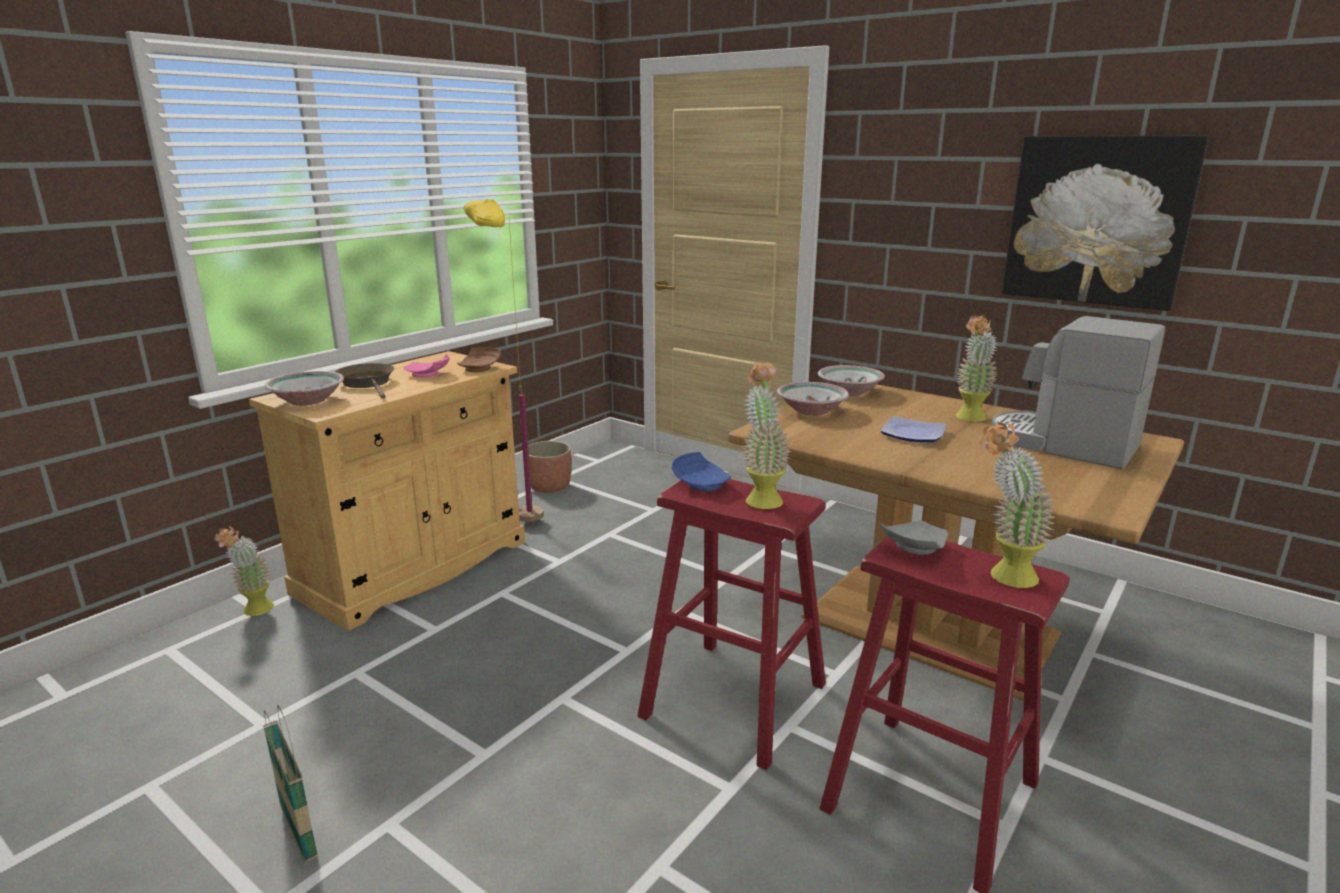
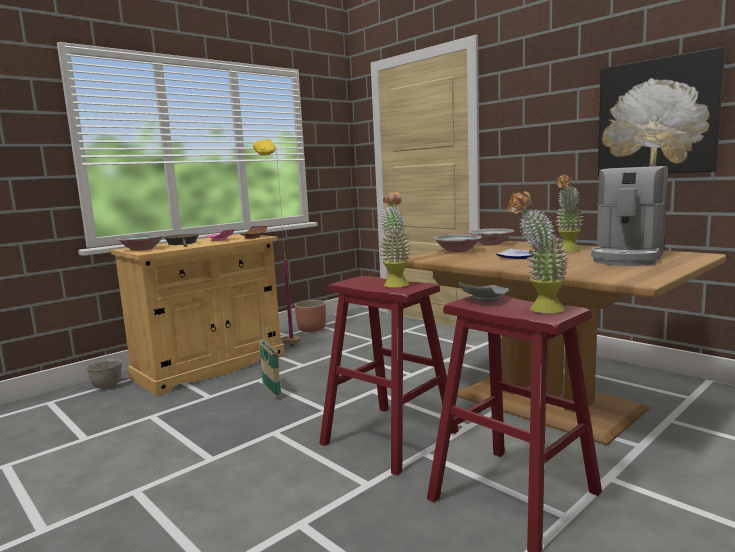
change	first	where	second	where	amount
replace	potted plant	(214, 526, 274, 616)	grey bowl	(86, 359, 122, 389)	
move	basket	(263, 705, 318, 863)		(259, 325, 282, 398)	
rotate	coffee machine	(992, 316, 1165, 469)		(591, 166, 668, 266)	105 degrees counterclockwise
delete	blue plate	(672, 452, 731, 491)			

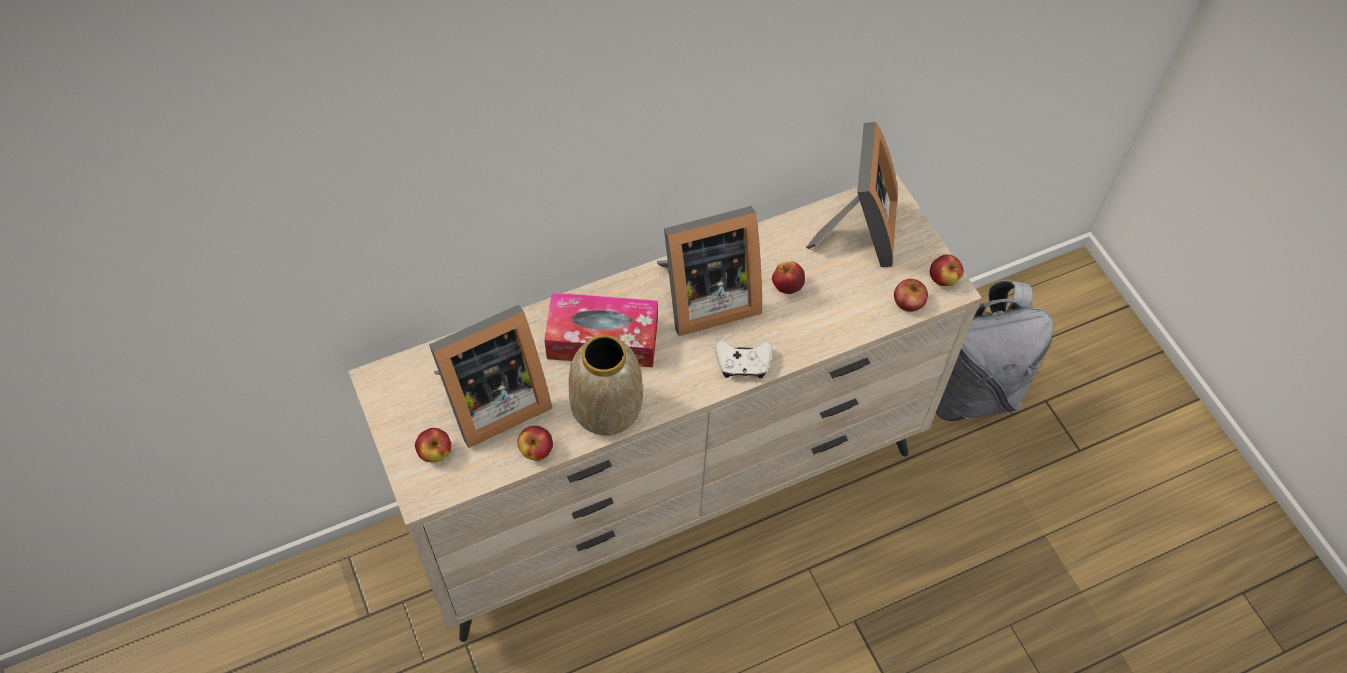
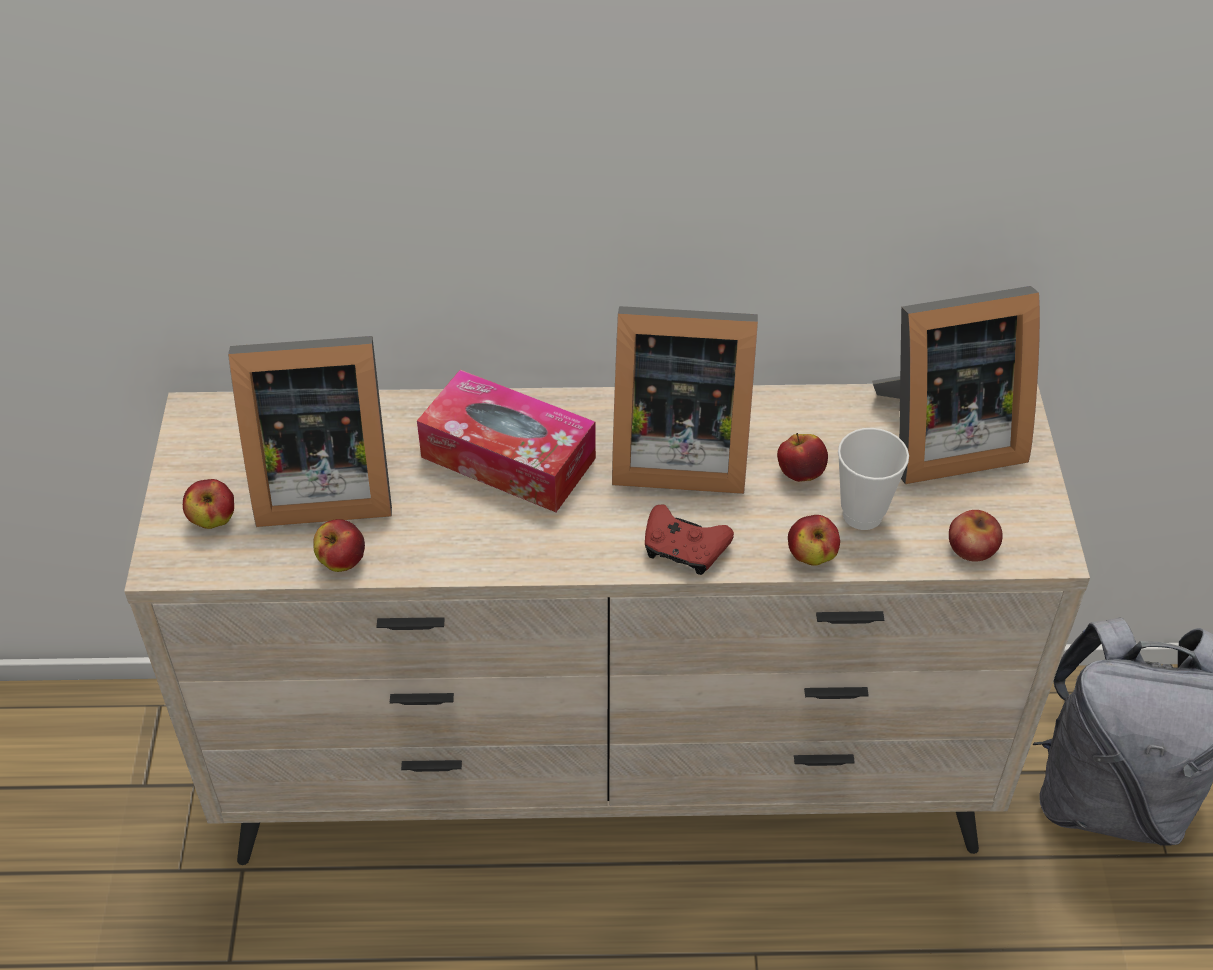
change	first	where	second	where	amount
recolor	white game controller	(715, 340, 773, 378)	red game controller	(645, 505, 734, 575)	
move	apple	(930, 254, 964, 286)		(788, 515, 840, 566)	
insert			cup	(838, 428, 909, 530)	
rotate	picture frame	(806, 122, 898, 267)		(872, 286, 1040, 484)	45 degrees clockwise
delete	vase	(569, 335, 643, 436)			

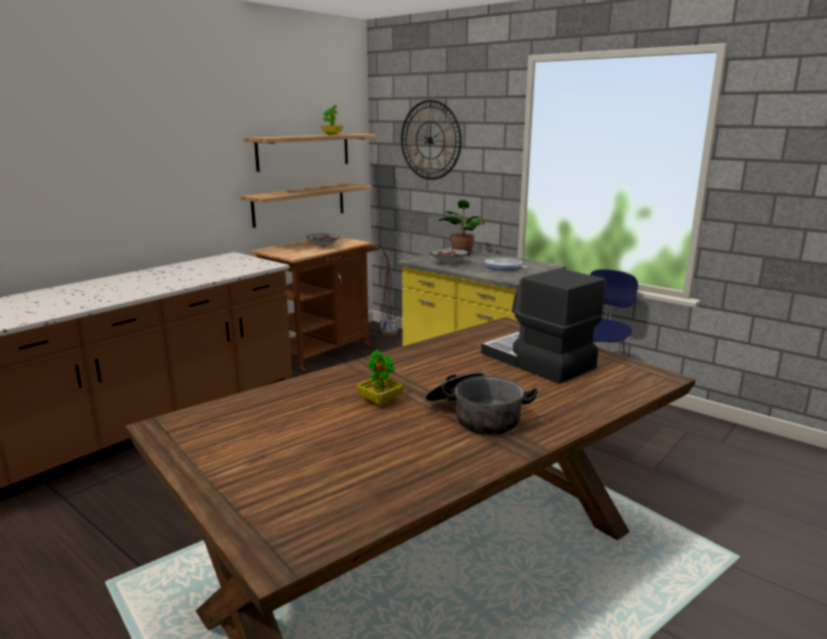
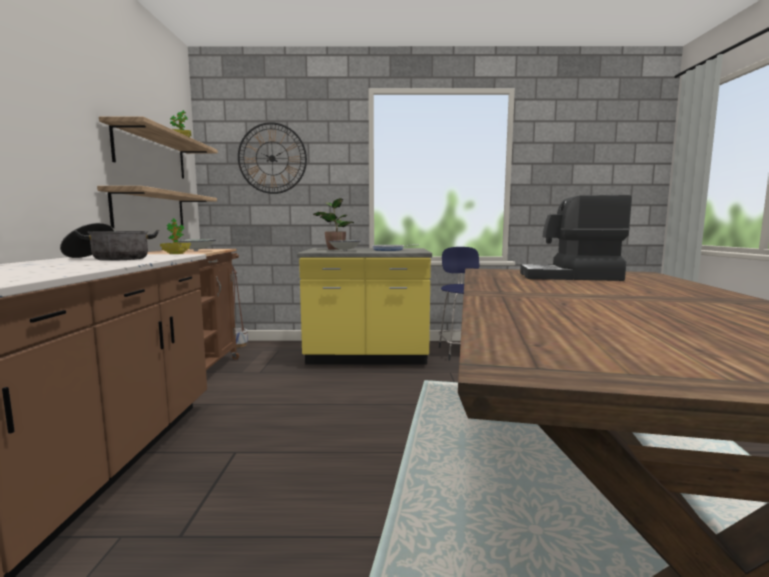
change	first	where	second	where	amount
move	cooking pot	(425, 373, 538, 435)		(60, 223, 159, 261)	
move	potted plant	(357, 350, 403, 406)		(160, 218, 191, 254)	

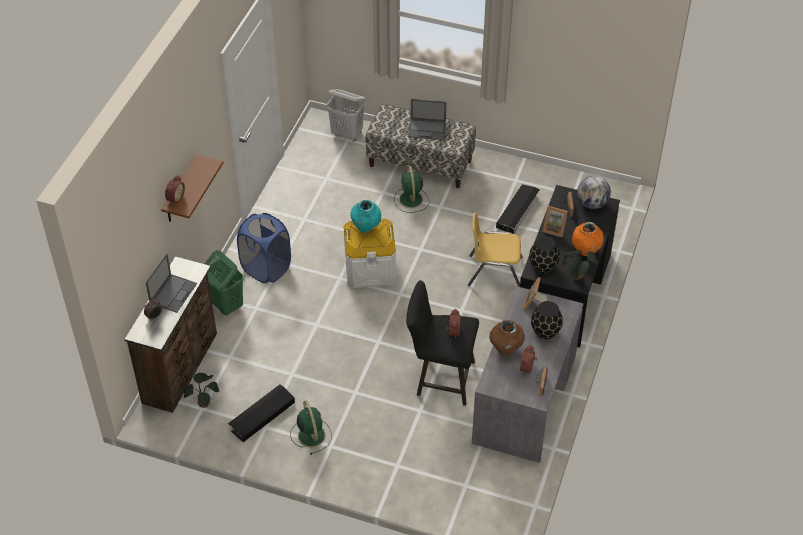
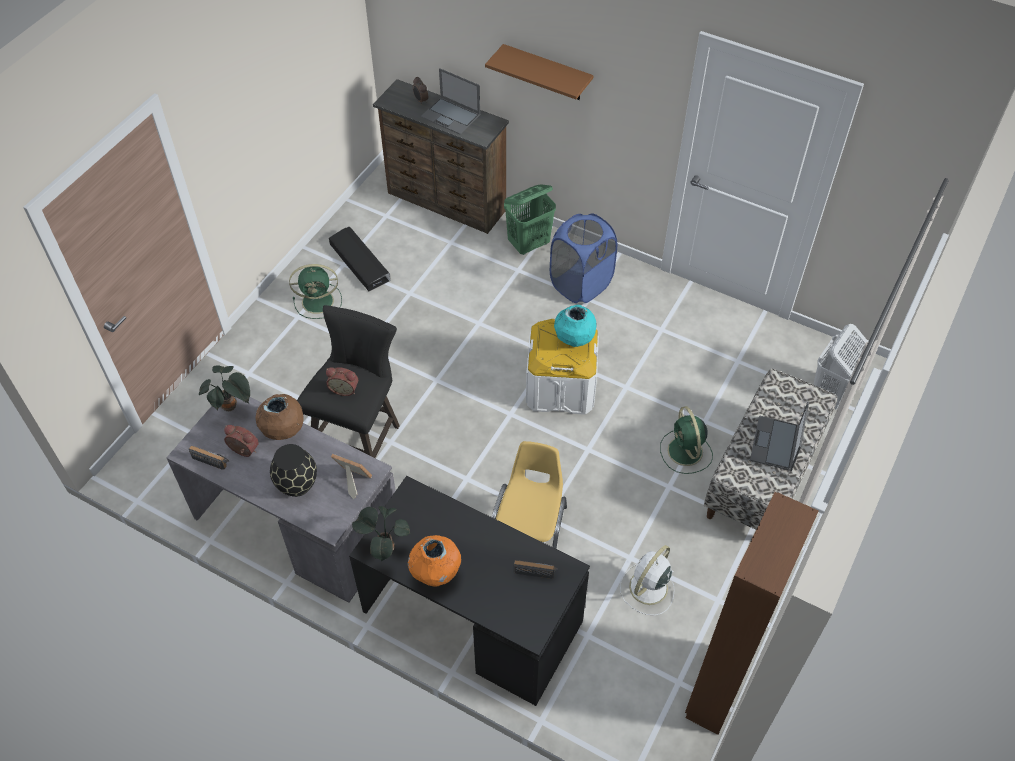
change	first	where	second	where	amount
move	potted plant	(184, 373, 220, 408)		(199, 365, 250, 411)	
replace	black storage box	(496, 184, 539, 234)	white fan	(620, 545, 675, 615)	
rotate	green fan	(394, 166, 429, 213)		(660, 406, 713, 474)	105 degrees counterclockwise
insert			brown wardrobe	(685, 492, 819, 735)	
delete	alarm clock	(165, 175, 185, 205)			
delete	black vase	(529, 236, 560, 274)			
delete	picture frame	(543, 206, 568, 237)			
delete	globe	(577, 176, 611, 209)			

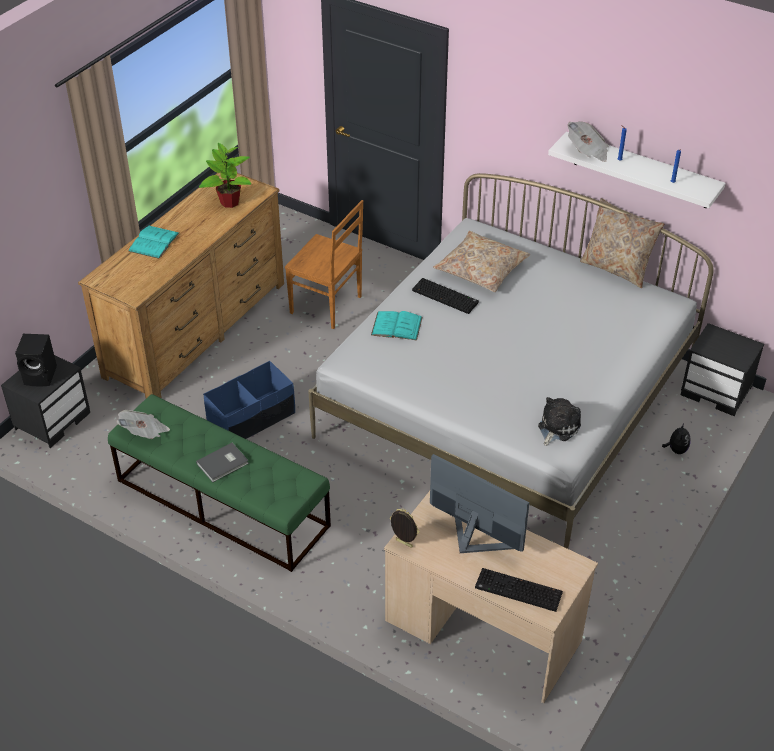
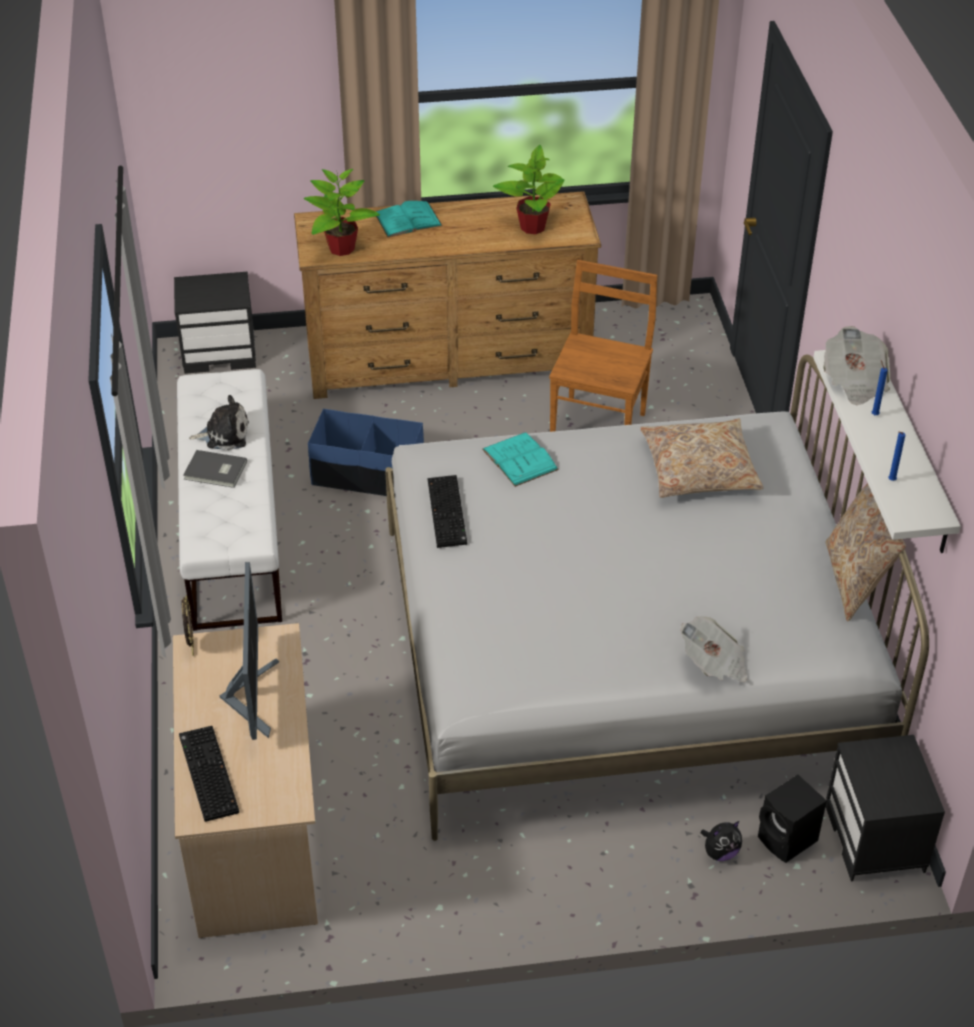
change	first	where	second	where	amount
recolor	green bench	(108, 394, 331, 572)	white bench	(177, 369, 282, 631)	
move	plush toy	(538, 397, 581, 446)		(189, 395, 249, 450)	
insert			potted plant	(304, 169, 380, 256)	
move	keyboard	(412, 278, 479, 314)		(428, 475, 467, 548)	
rotate	brown chair	(285, 200, 363, 329)		(549, 260, 657, 432)	150 degrees counterclockwise
move	newspaper	(116, 410, 170, 439)		(681, 616, 747, 682)	
move	black speaker	(15, 334, 57, 386)		(758, 775, 827, 863)	

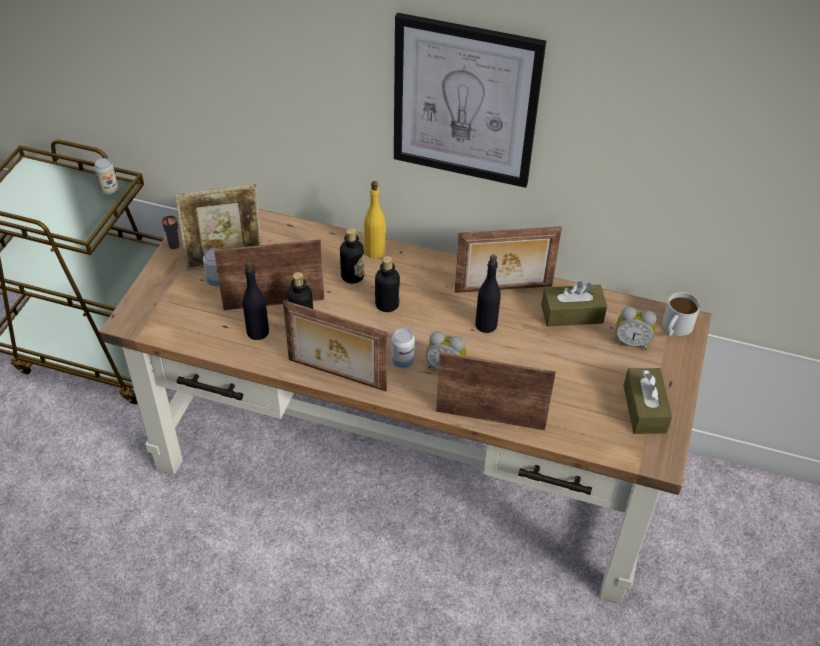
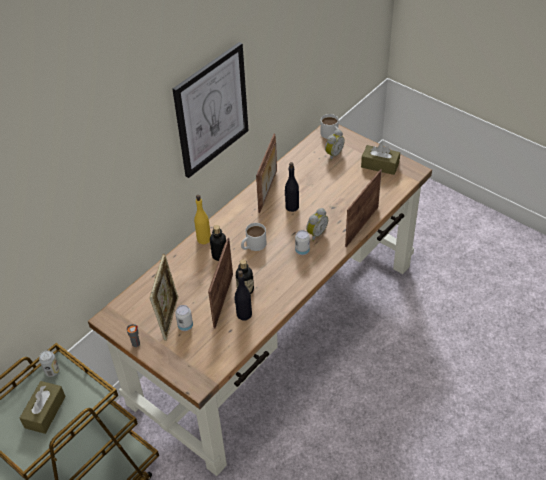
change	first	where	second	where	amount
move	brown tissue box	(541, 281, 607, 327)		(20, 381, 66, 434)	
replace	bottle	(375, 256, 400, 312)	white mug	(241, 223, 267, 251)	
delete	picture frame	(283, 300, 387, 391)			

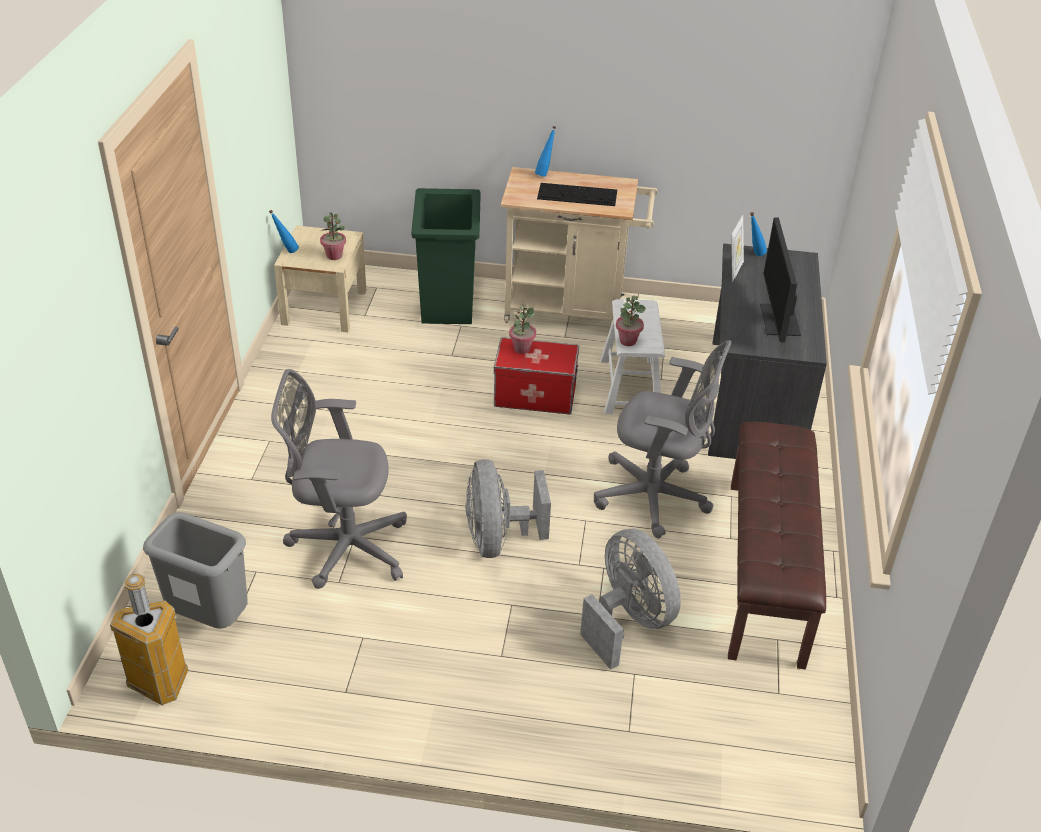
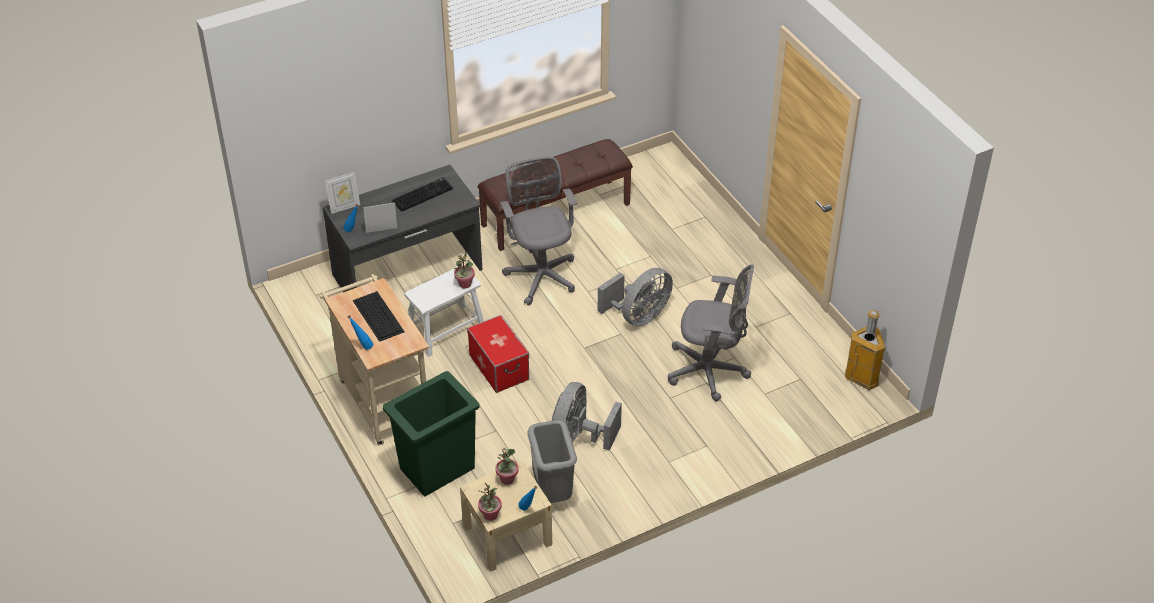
change	first	where	second	where	amount
insert			picture frame	(325, 172, 360, 214)	
replace	monitor	(760, 217, 801, 342)	keyboard	(393, 177, 453, 211)	
move	potted plant	(509, 304, 536, 354)		(478, 483, 502, 521)	
move	grey trash can	(143, 513, 248, 629)		(527, 420, 577, 503)	
move	grey fan	(580, 528, 681, 670)		(552, 382, 622, 451)	
rotate	grey office chair	(271, 369, 407, 589)		(668, 265, 754, 402)	45 degrees counterclockwise

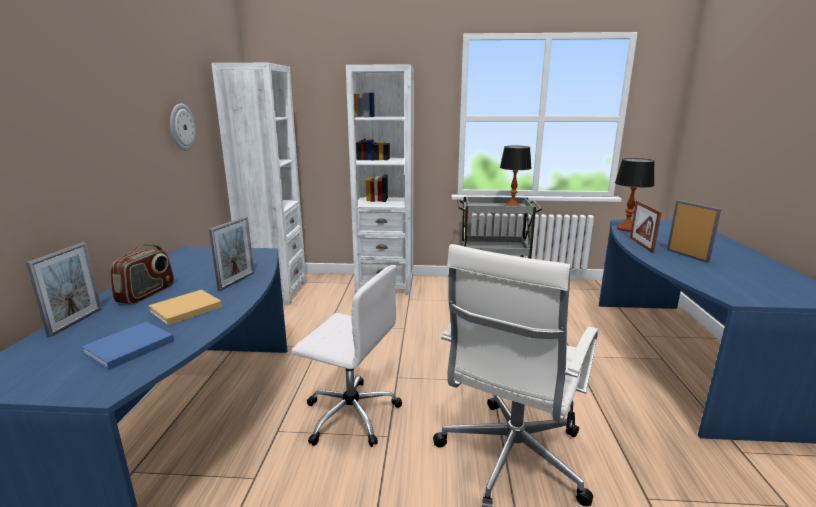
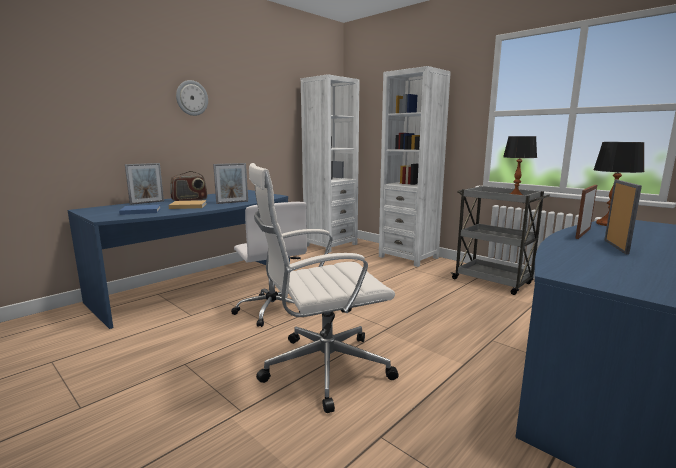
change	first	where	second	where	amount
move	wall clock	(170, 103, 196, 151)		(176, 80, 208, 116)	

